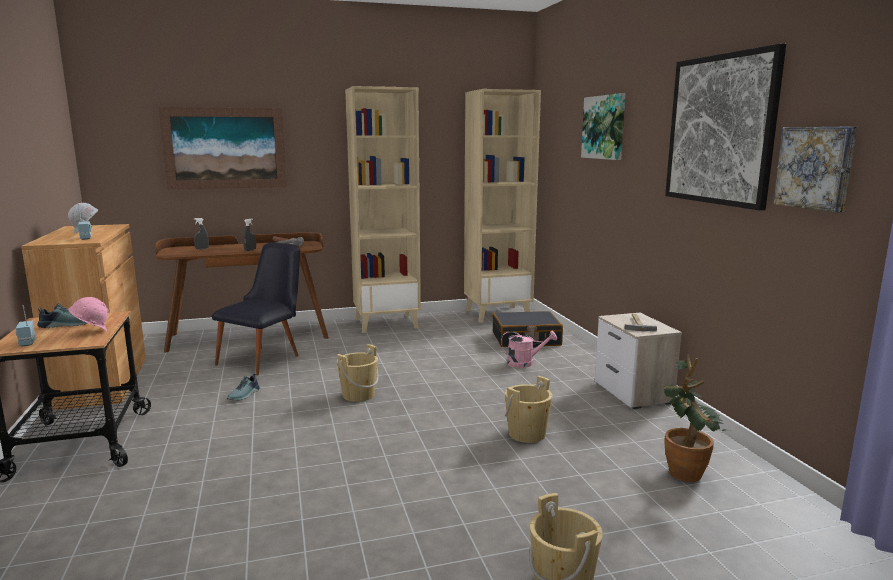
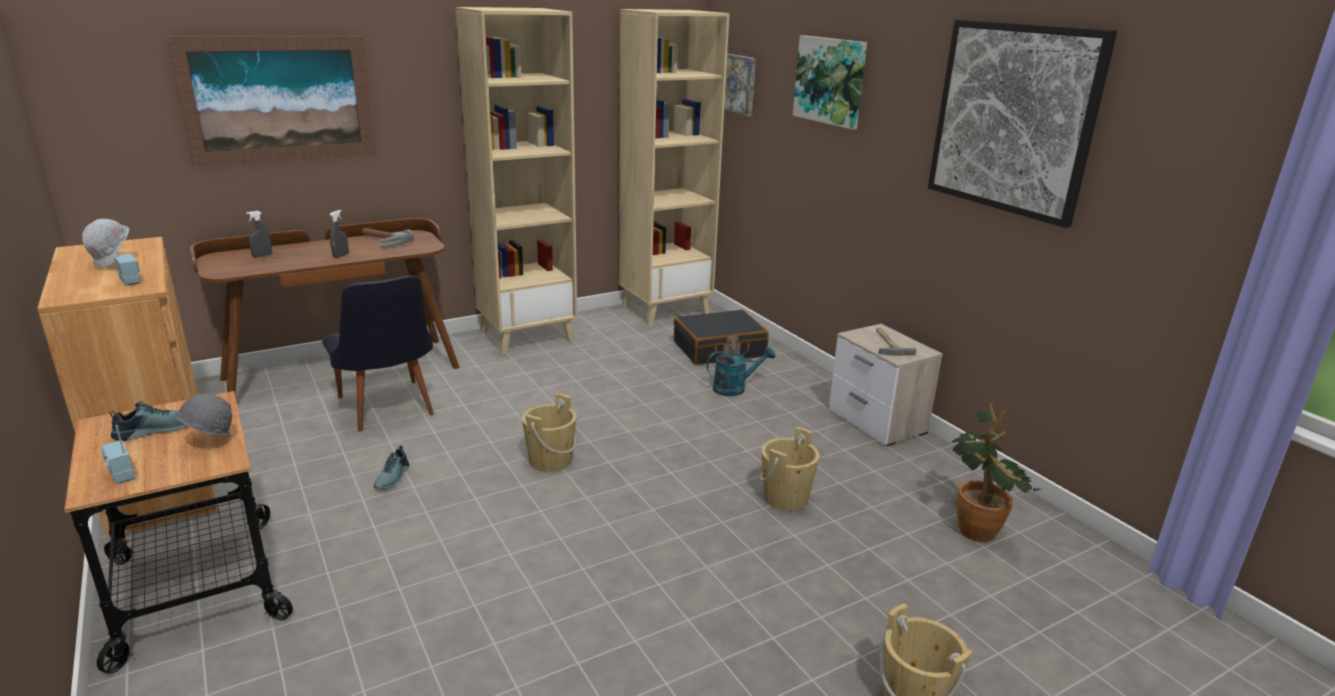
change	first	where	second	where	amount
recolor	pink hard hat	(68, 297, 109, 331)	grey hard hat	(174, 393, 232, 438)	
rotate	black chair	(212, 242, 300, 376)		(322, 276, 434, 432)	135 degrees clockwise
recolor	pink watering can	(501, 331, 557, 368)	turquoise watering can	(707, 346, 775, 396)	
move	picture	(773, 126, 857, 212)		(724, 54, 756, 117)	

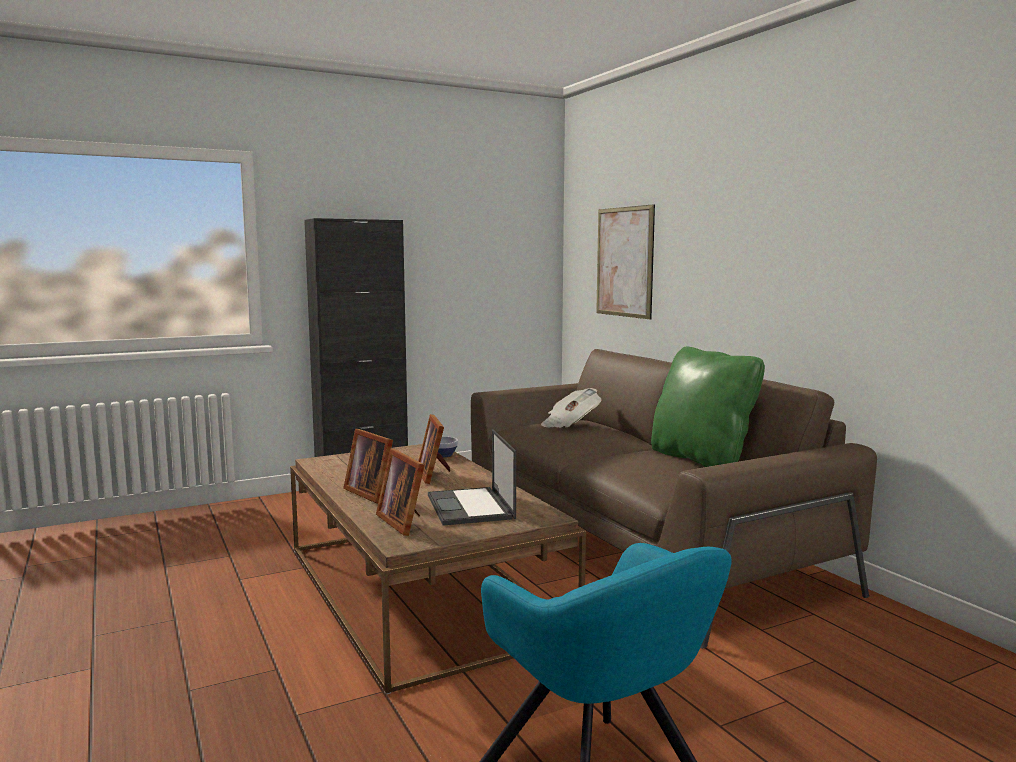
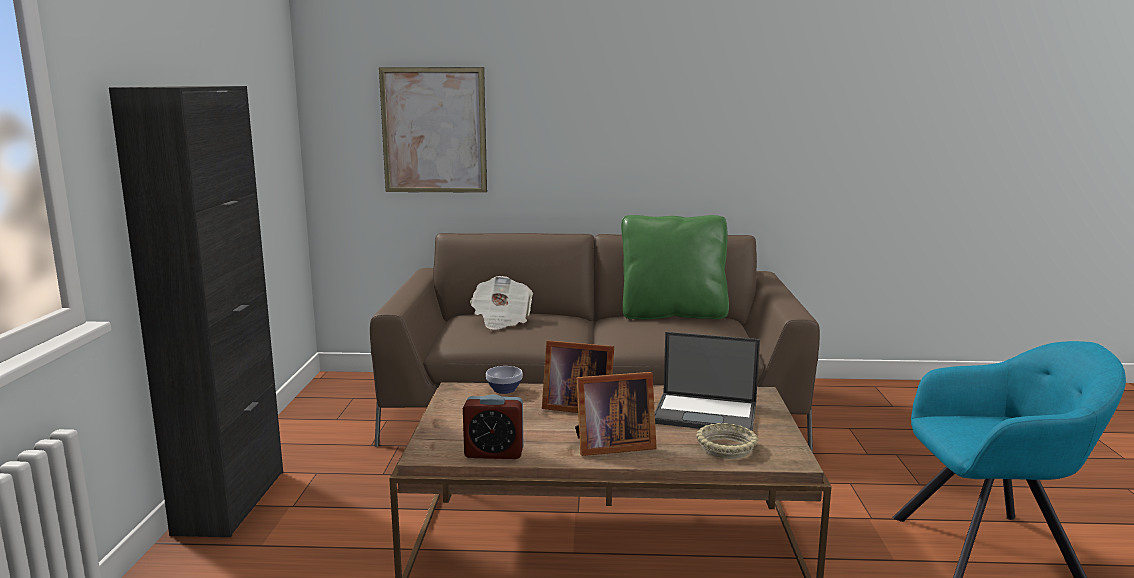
change	first	where	second	where	amount
insert			alarm clock	(463, 394, 523, 459)	
replace	picture frame	(376, 449, 425, 536)	beige bowl	(696, 423, 758, 459)	

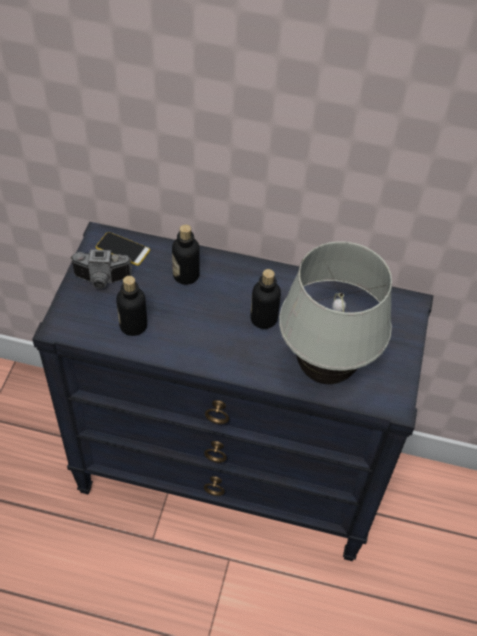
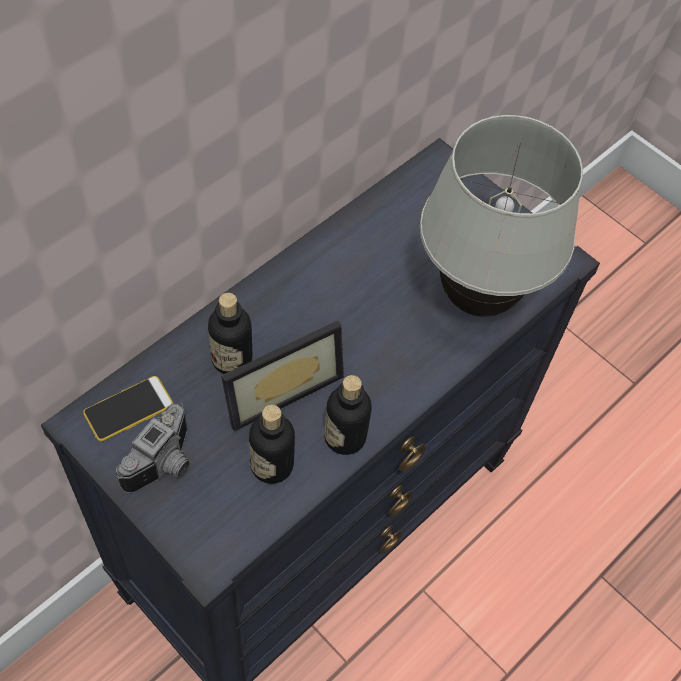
change	first	where	second	where	amount
insert			picture frame	(221, 321, 344, 431)	
move	bottle	(250, 269, 281, 329)		(324, 375, 372, 455)	

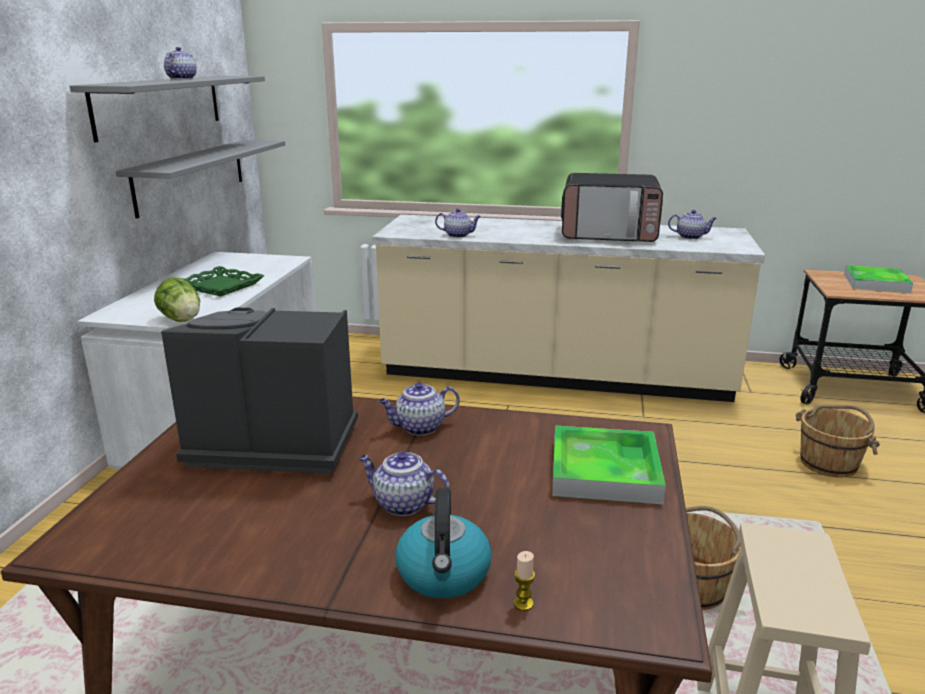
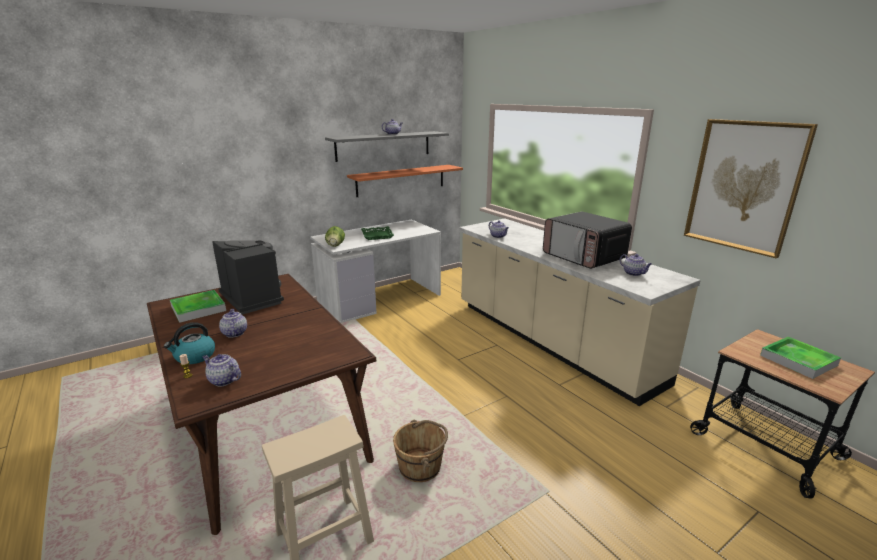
change	first	where	second	where	amount
move	tray	(552, 426, 666, 504)		(170, 290, 226, 323)	
move	teapot	(378, 382, 460, 436)		(202, 354, 241, 386)	
recolor	grey shelf	(116, 140, 285, 219)	orange shelf	(347, 165, 463, 197)	
insert			picture	(684, 119, 818, 258)	
delete	brown bucket	(796, 405, 880, 478)			

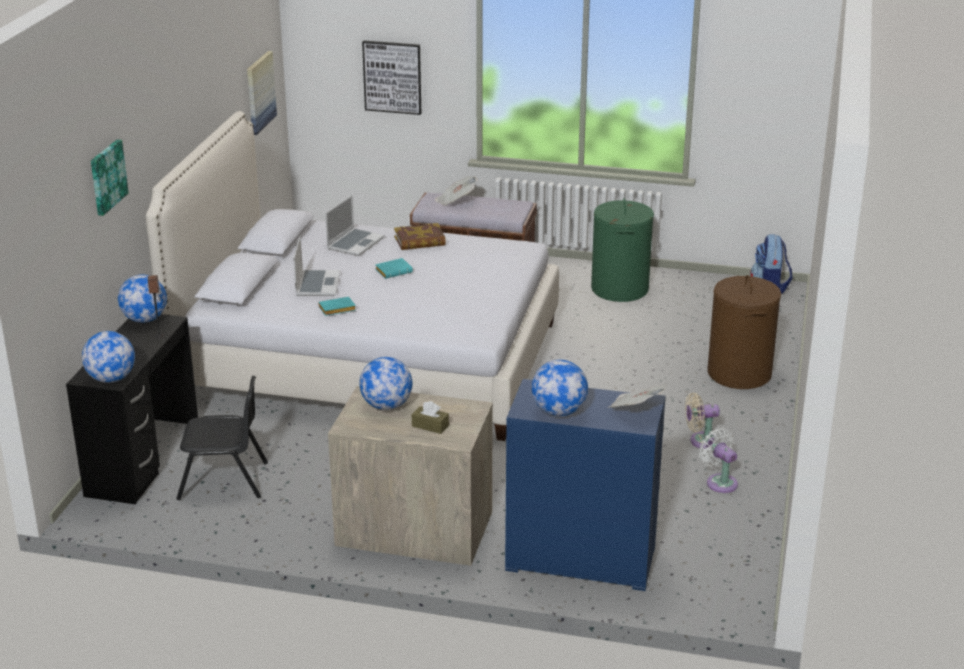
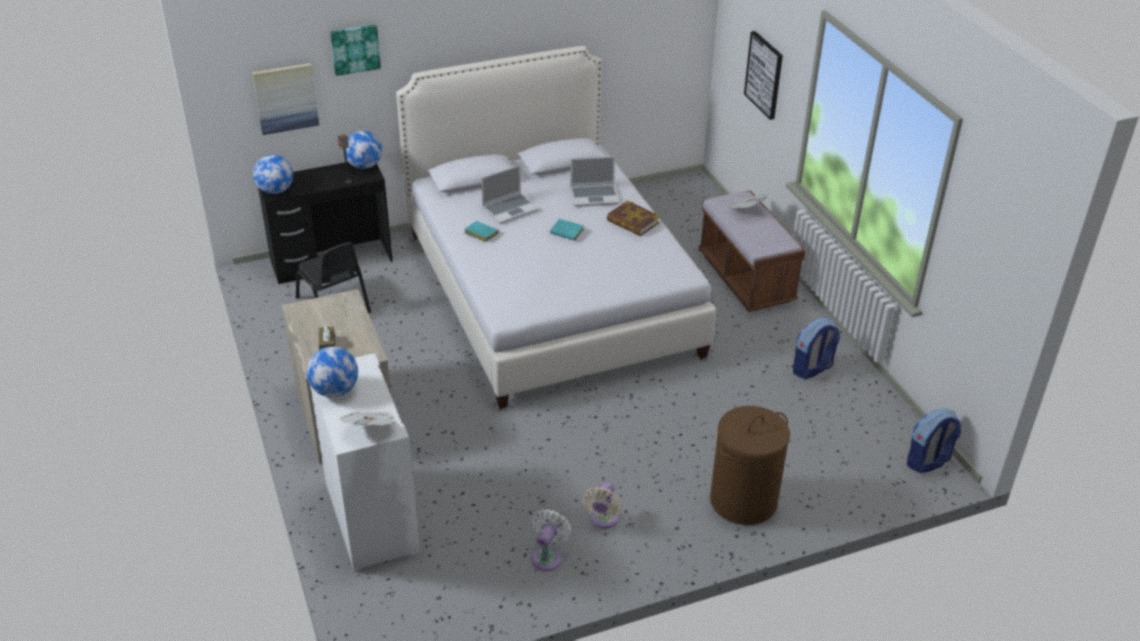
change	first	where	second	where	amount
move	picture	(247, 51, 277, 135)		(252, 63, 319, 135)	
recolor	blue cabinet	(505, 379, 665, 591)	white cabinet	(310, 354, 420, 572)	
rotate	beige fan	(685, 393, 720, 449)		(582, 482, 622, 529)	120 degrees counterclockwise
replace	green laundry basket	(591, 198, 654, 302)	backpack	(793, 318, 840, 379)	
delete	globe	(359, 357, 412, 410)			

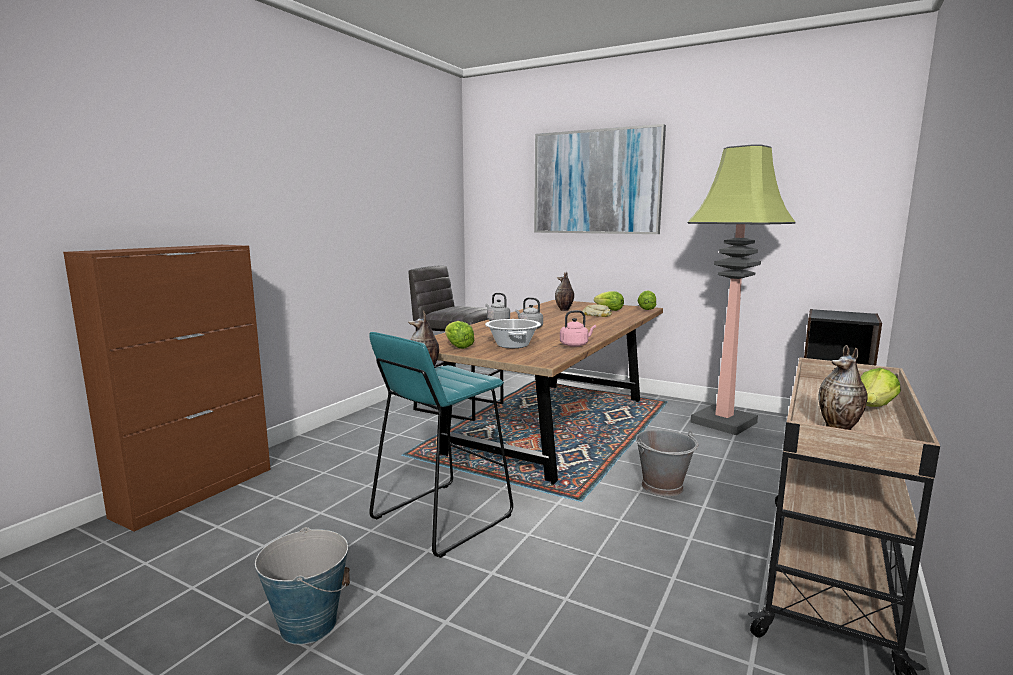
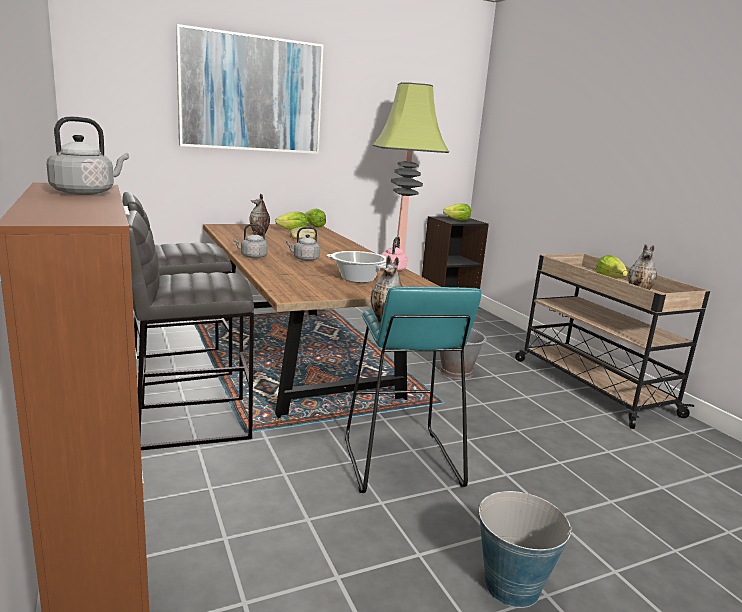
change	first	where	second	where	amount
insert			grey kettle	(46, 117, 129, 195)	
insert			grey stool	(126, 210, 254, 450)	
move	lettuce	(445, 321, 475, 349)		(443, 204, 471, 221)	

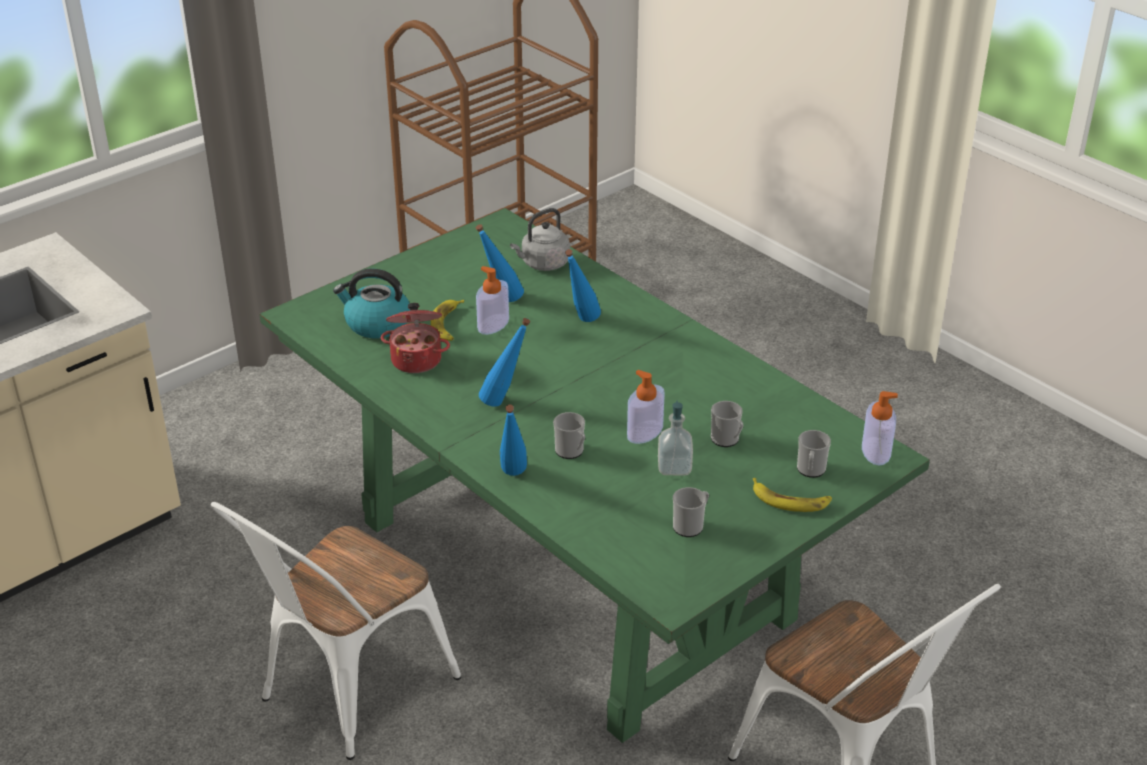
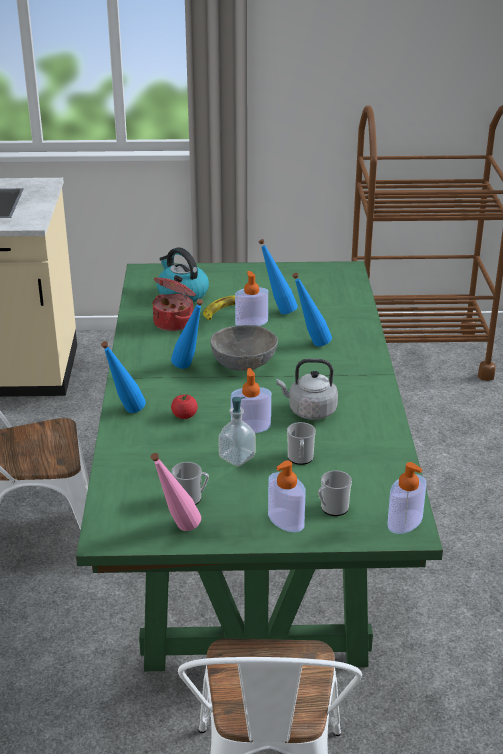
change	first	where	second	where	amount
insert			pink bottle	(151, 453, 201, 531)	
replace	mug	(553, 412, 585, 459)	tomato	(171, 394, 198, 419)	
insert			grey bowl	(210, 325, 278, 371)	
replace	banana	(753, 478, 832, 512)	soap dispenser	(268, 460, 306, 533)	
move	grey kettle	(510, 208, 570, 271)		(276, 359, 338, 420)	

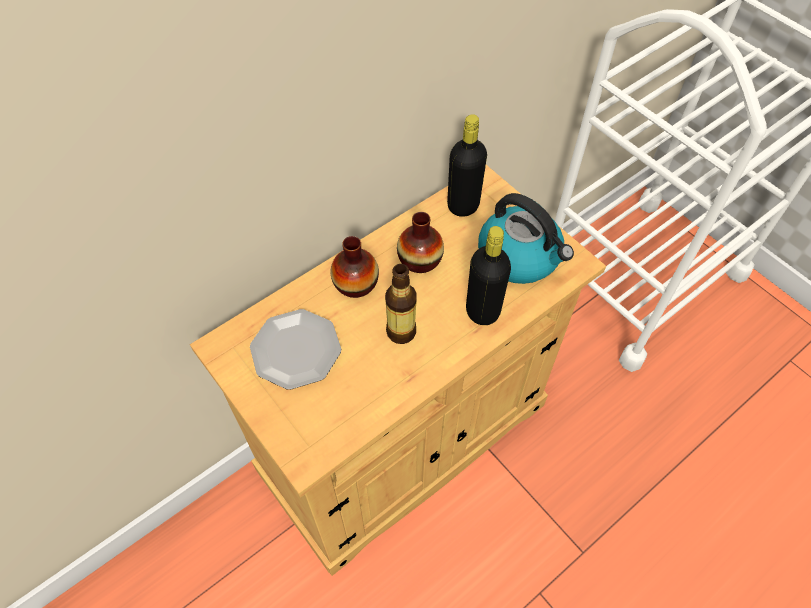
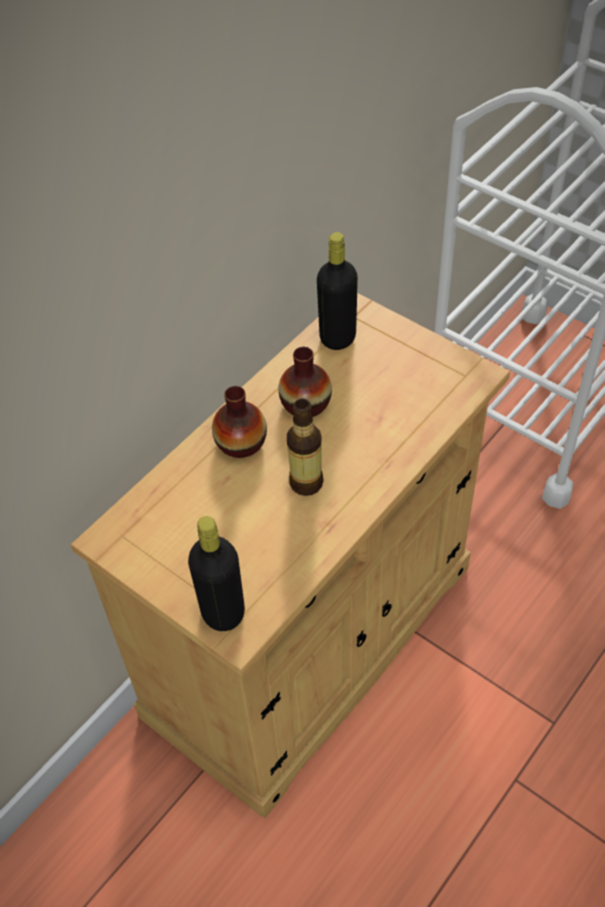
change	first	where	second	where	amount
move	black bottle	(466, 226, 511, 325)		(188, 516, 245, 631)	
delete	plate	(250, 309, 341, 390)			
delete	kettle	(478, 193, 574, 284)			

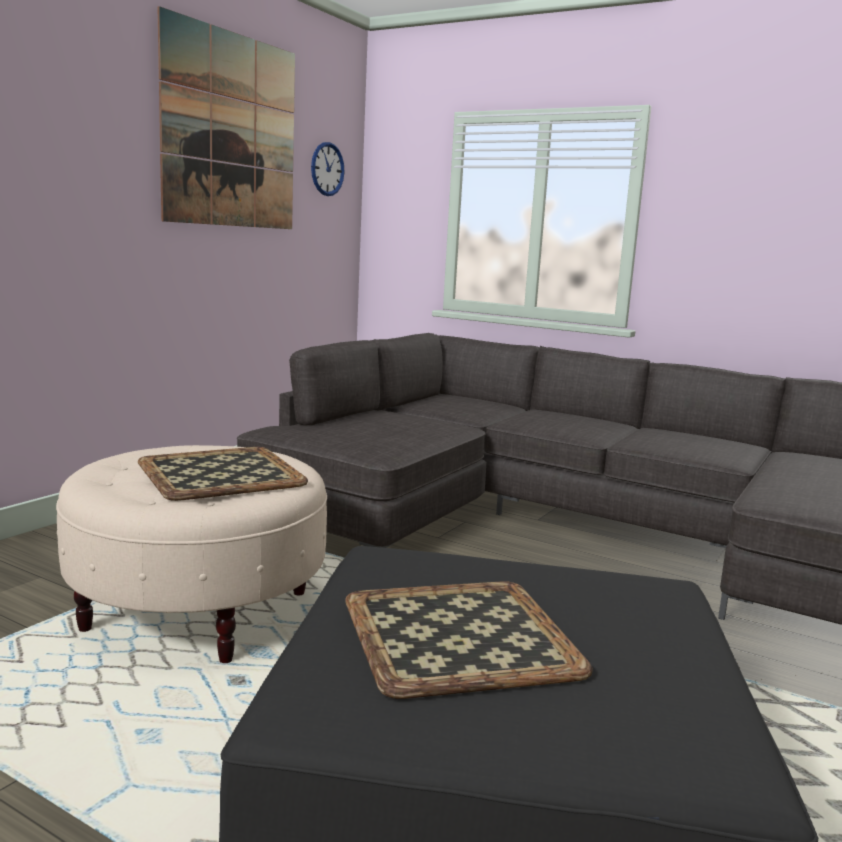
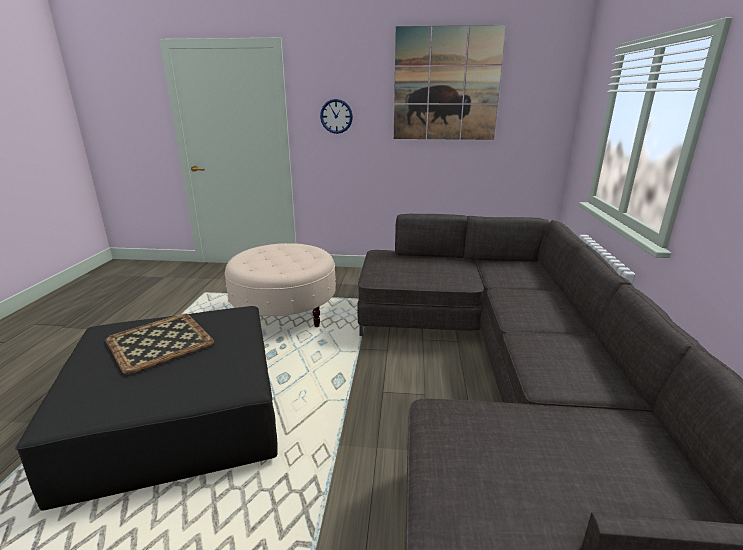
change	first	where	second	where	amount
move	wall clock	(311, 142, 345, 196)		(320, 99, 353, 134)	
delete	tray	(138, 447, 308, 501)			

